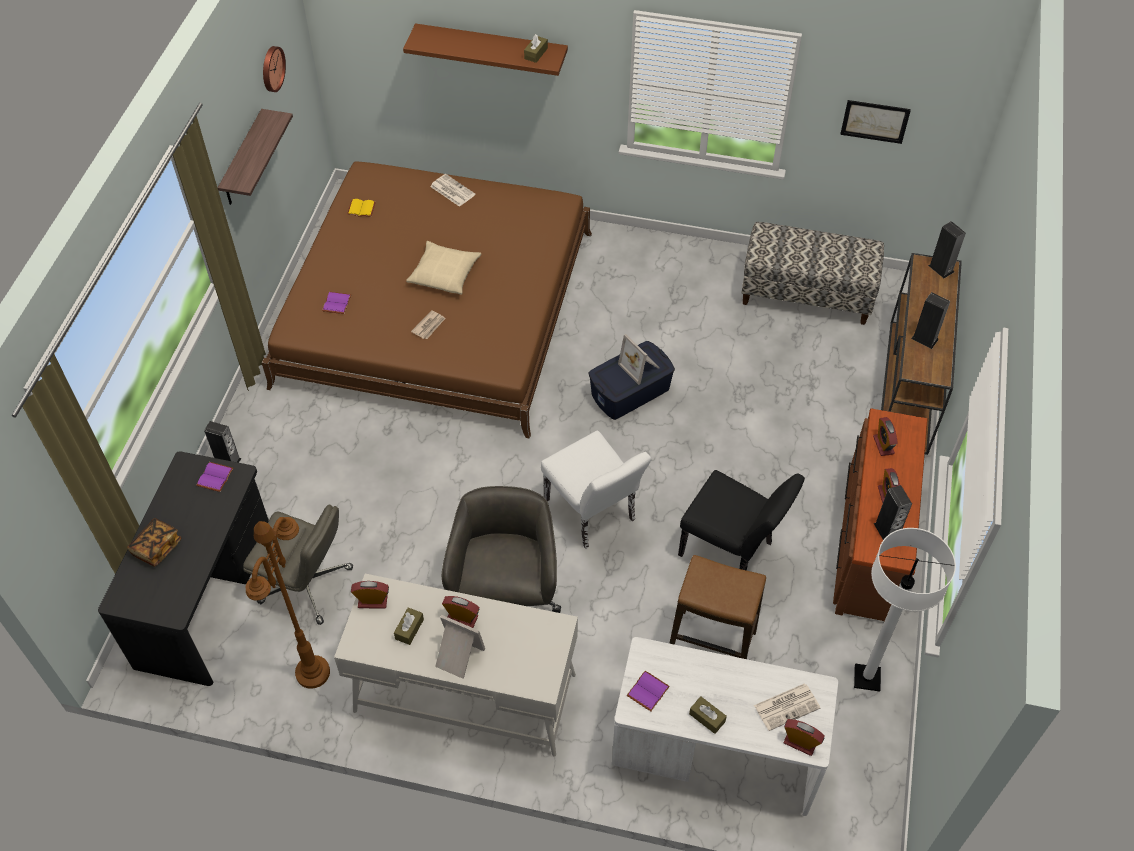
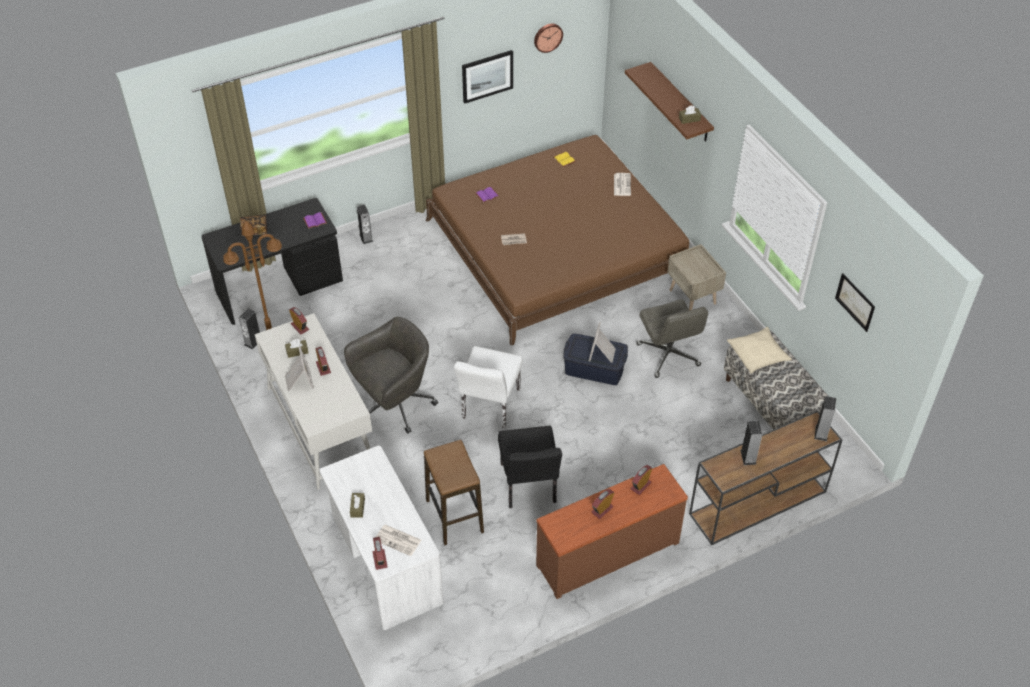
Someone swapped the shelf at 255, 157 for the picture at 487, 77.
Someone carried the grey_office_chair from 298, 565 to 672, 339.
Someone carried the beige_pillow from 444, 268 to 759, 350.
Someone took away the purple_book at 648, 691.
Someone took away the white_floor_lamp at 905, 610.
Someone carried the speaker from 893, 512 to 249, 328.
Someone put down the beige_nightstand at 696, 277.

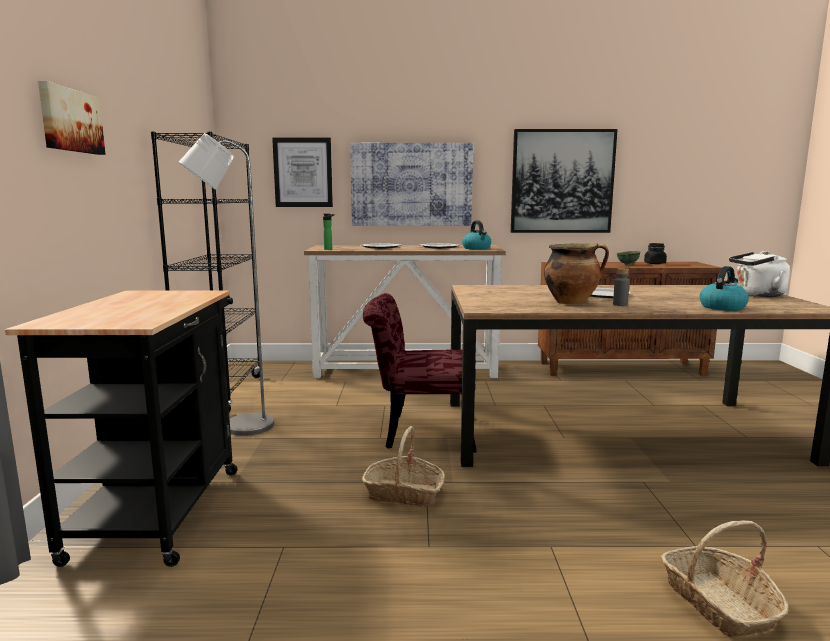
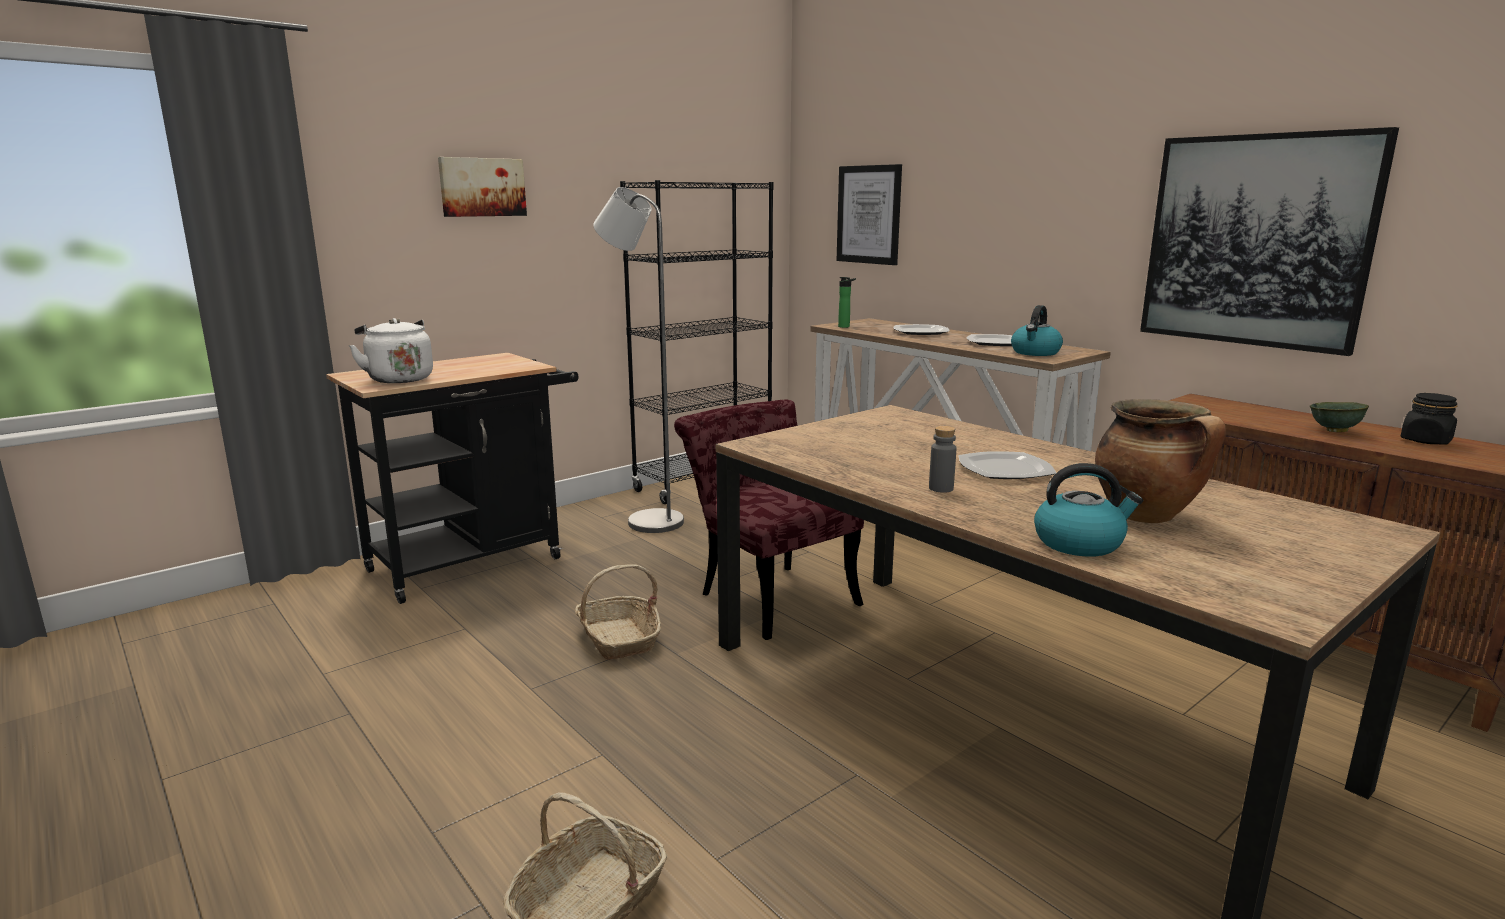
Someone took away the picture at 411, 184.
Someone carried the cooking_pot from 576, 273 to 1160, 461.
Someone carried the white_kettle from 759, 274 to 391, 350.

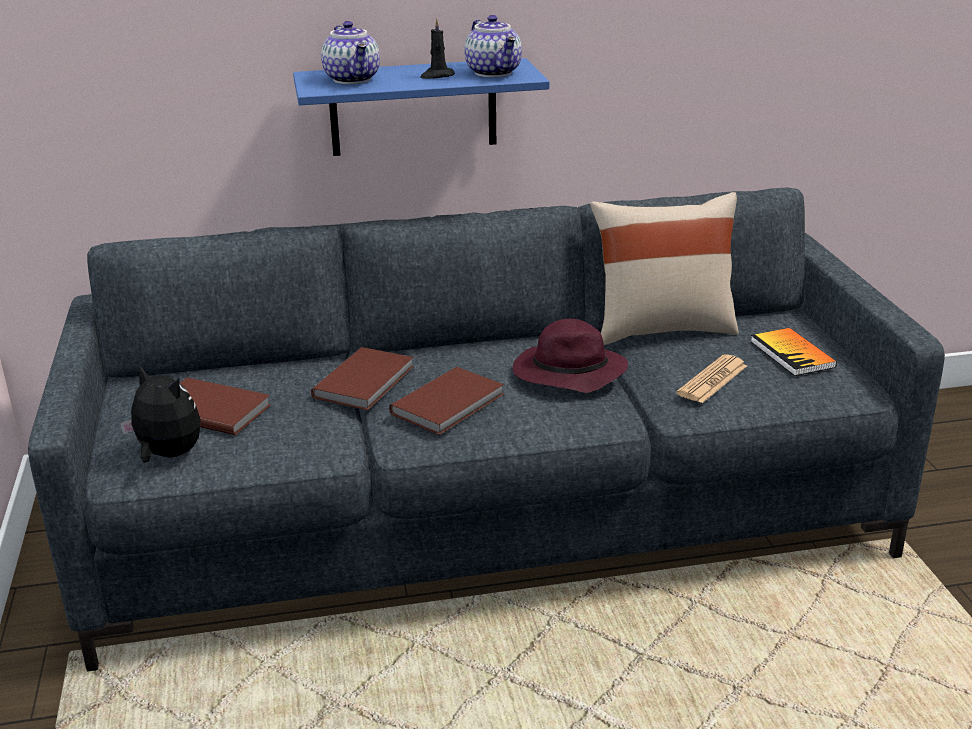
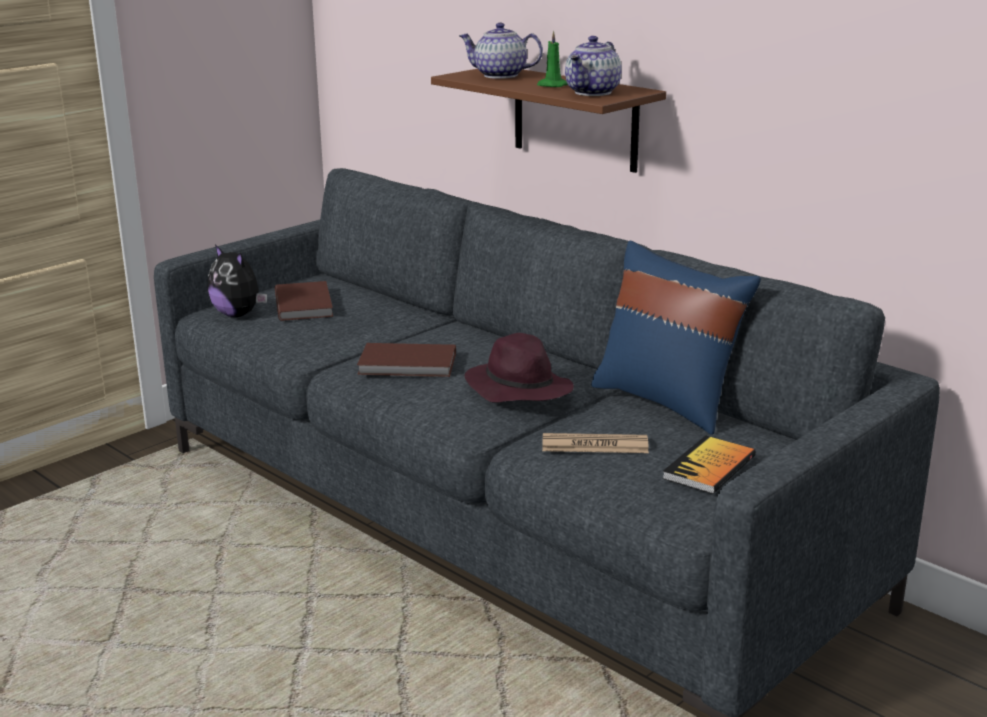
Someone rotated the plush_toy at 160, 414 by 135 degrees clockwise.
Someone repainted the blue_shelf at 421, 107, which became the brown_shelf at 548, 121.
Someone took away the brown_book at 362, 378.
Someone rotated the teapot at 350, 52 by 75 degrees clockwise.
Someone repainted the black_candle at 437, 48, which became the green_candle at 552, 59.
Someone repainted the beige_pillow at 664, 268, which became the blue_pillow at 676, 338.

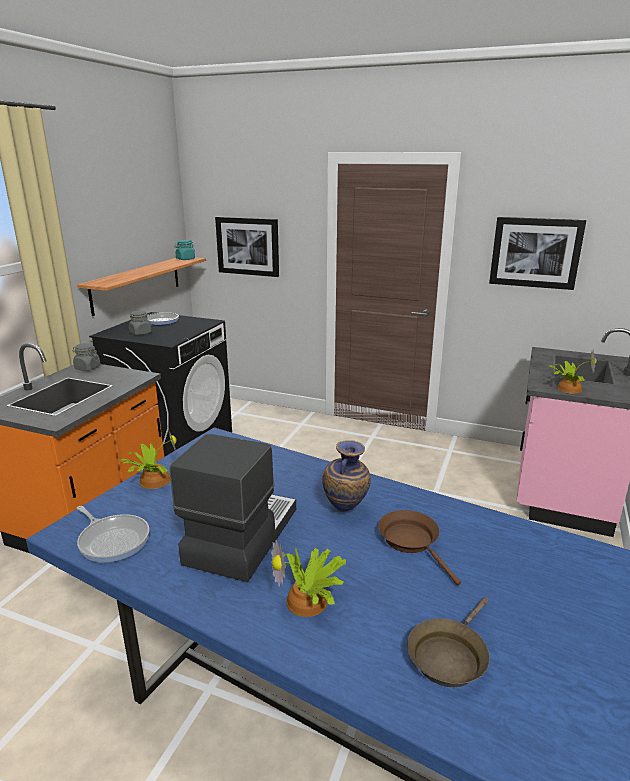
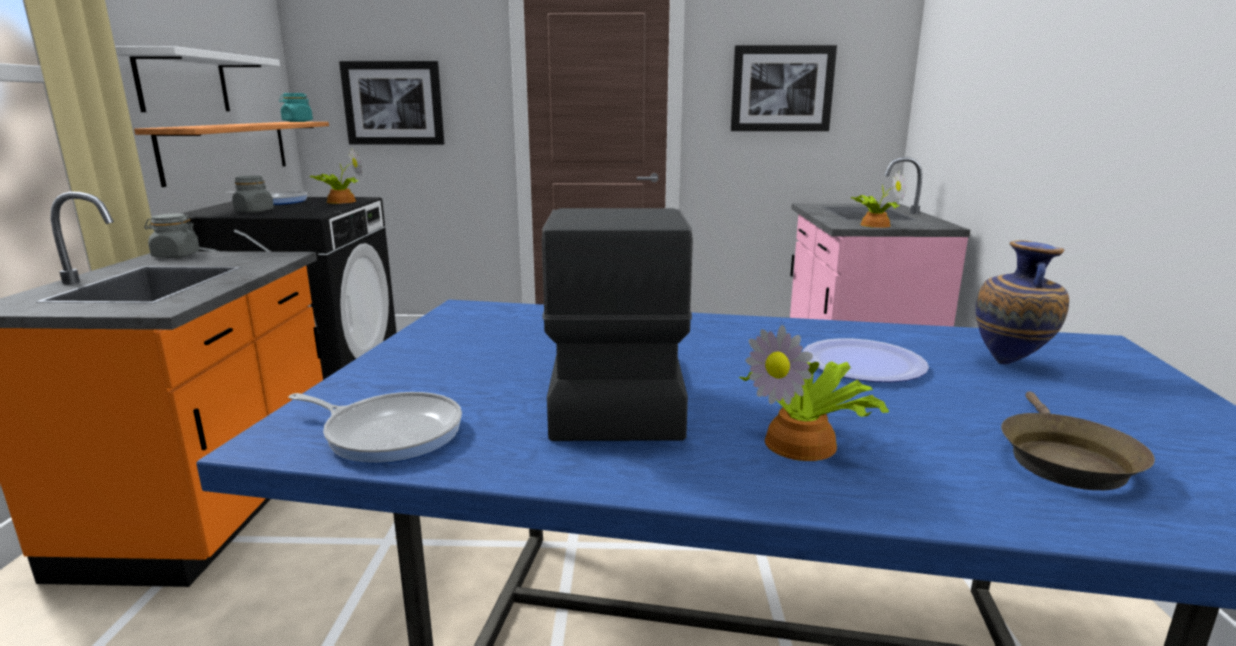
Someone carried the potted_plant from 148, 457 to 336, 176.
Someone carried the vase from 347, 476 to 1022, 302.
Someone swapped the brown_frying_pan at 419, 547 for the plate at 866, 360.
Someone put up the white_shelf at 197, 79.

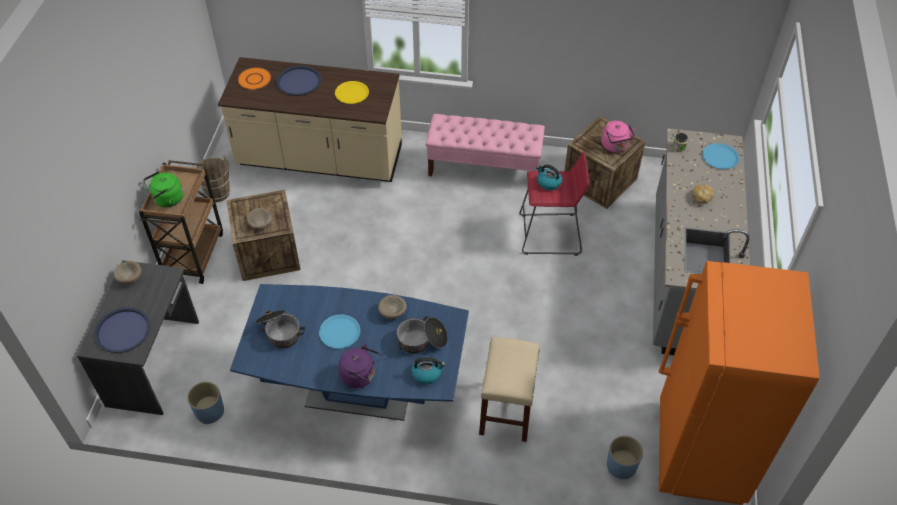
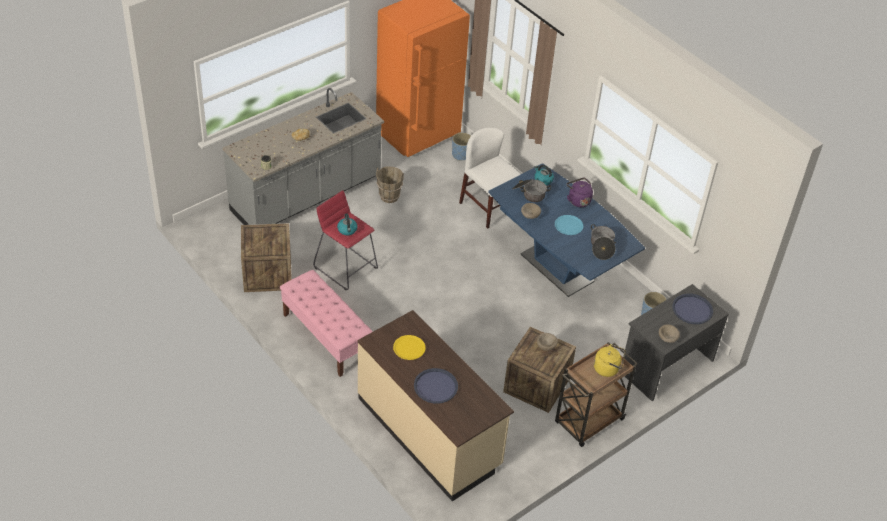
Someone repainted the green_kettle at 163, 189, which became the yellow_kettle at 609, 360.
Someone carried the brown_bucket from 211, 179 to 390, 184.
Someone took away the orange_plate at 254, 78.
Someone swapped the beige_stool at 509, 389 for the white_chair at 490, 178.
Someone took away the pink_kettle at 618, 136.
Someone took away the blue_plate at 720, 156.

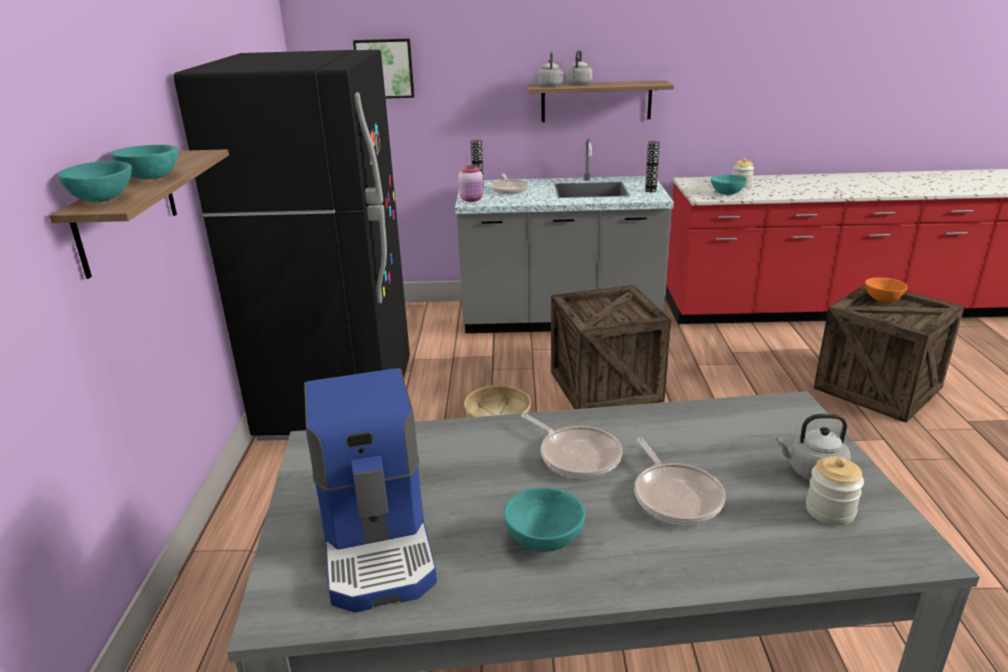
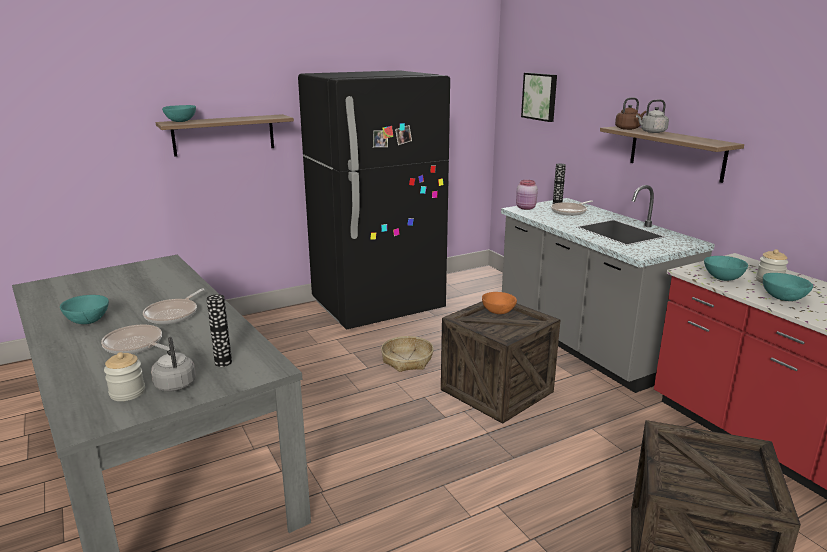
Someone carried the turquoise_bowl from 144, 162 to 788, 287.
Someone took away the coffee_machine at 370, 490.
Someone repainted the grey_kettle at 550, 69, which became the brown_kettle at 630, 114.
Someone rotated the frying_pan at 680, 481 by 75 degrees clockwise.
Someone carried the vase from 652, 166 to 219, 330.
Someone carried the orange_bowl from 886, 290 to 499, 303.

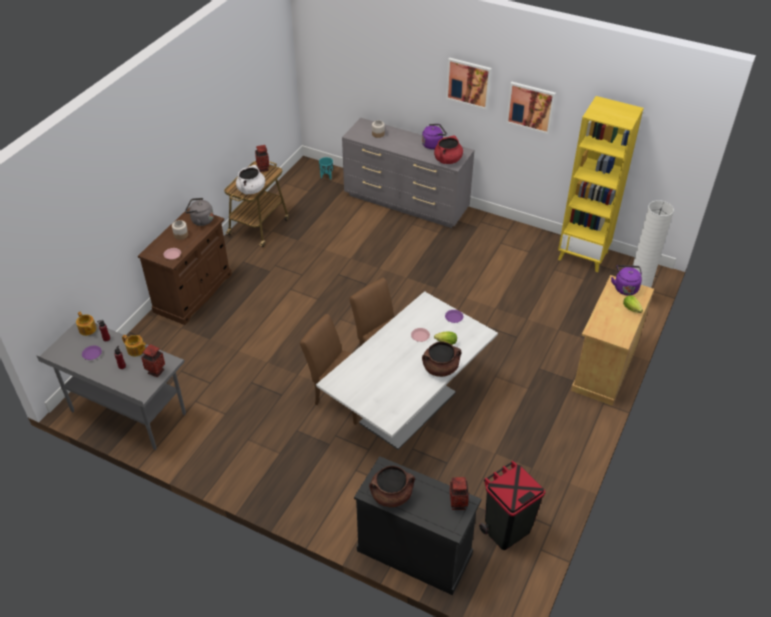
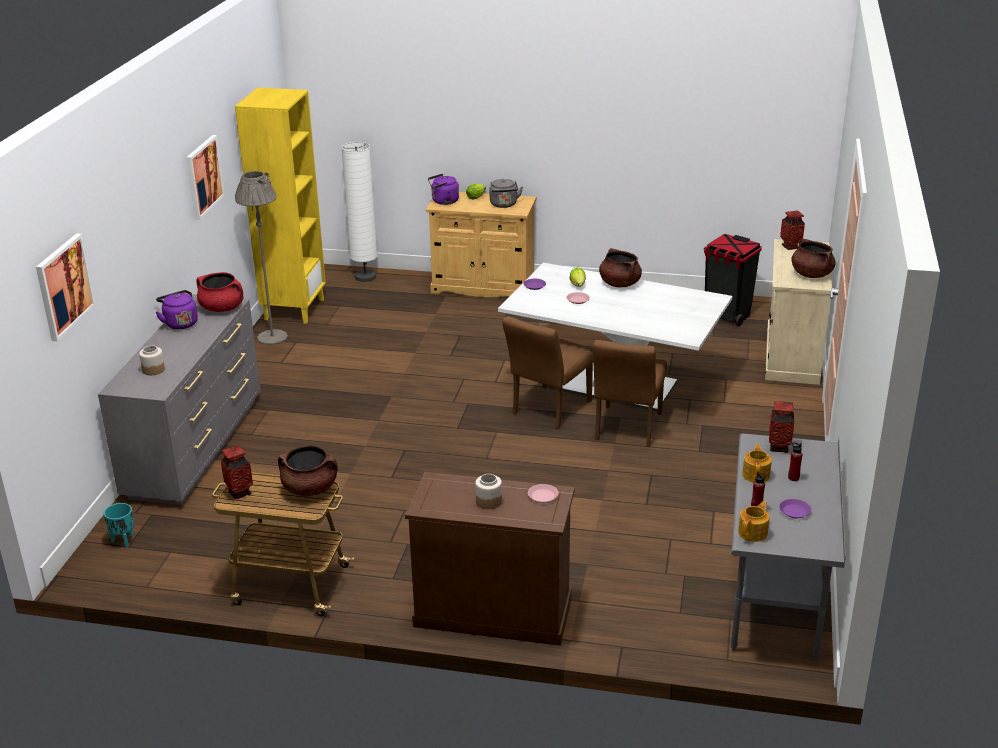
Someone carried the grey_kettle from 199, 212 to 506, 193.
Someone repainted the white_cooking_pot at 250, 179, which became the brown_cooking_pot at 308, 470.
Someone repainted the black_cabinet at 417, 525, which became the beige_cabinet at 798, 312.
Someone carried the picture from 469, 83 to 66, 287.
Someone put down the grey_floor_lamp at 261, 258.

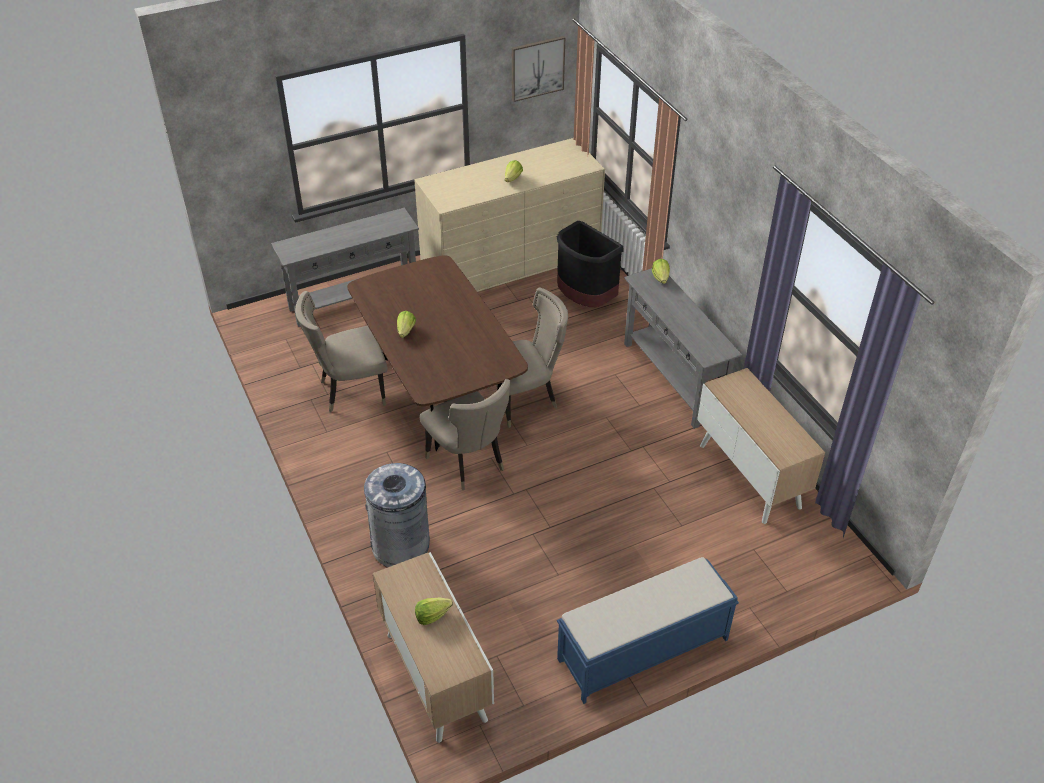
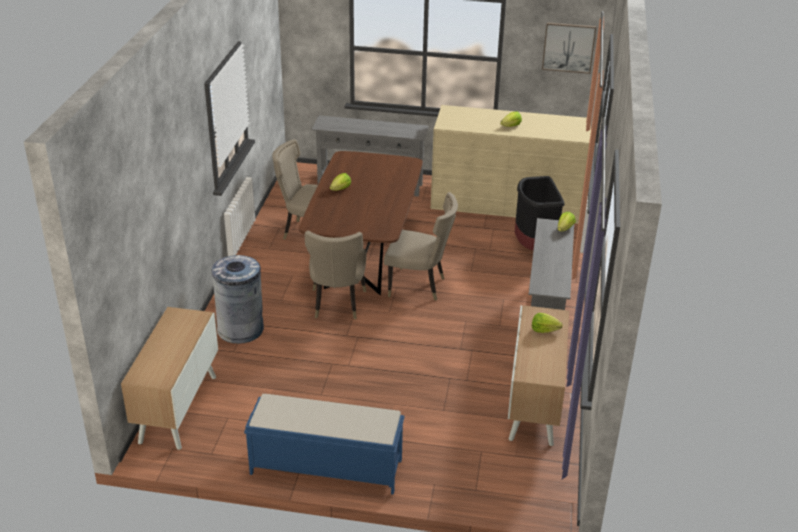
Someone carried the lettuce from 434, 611 to 547, 323.

